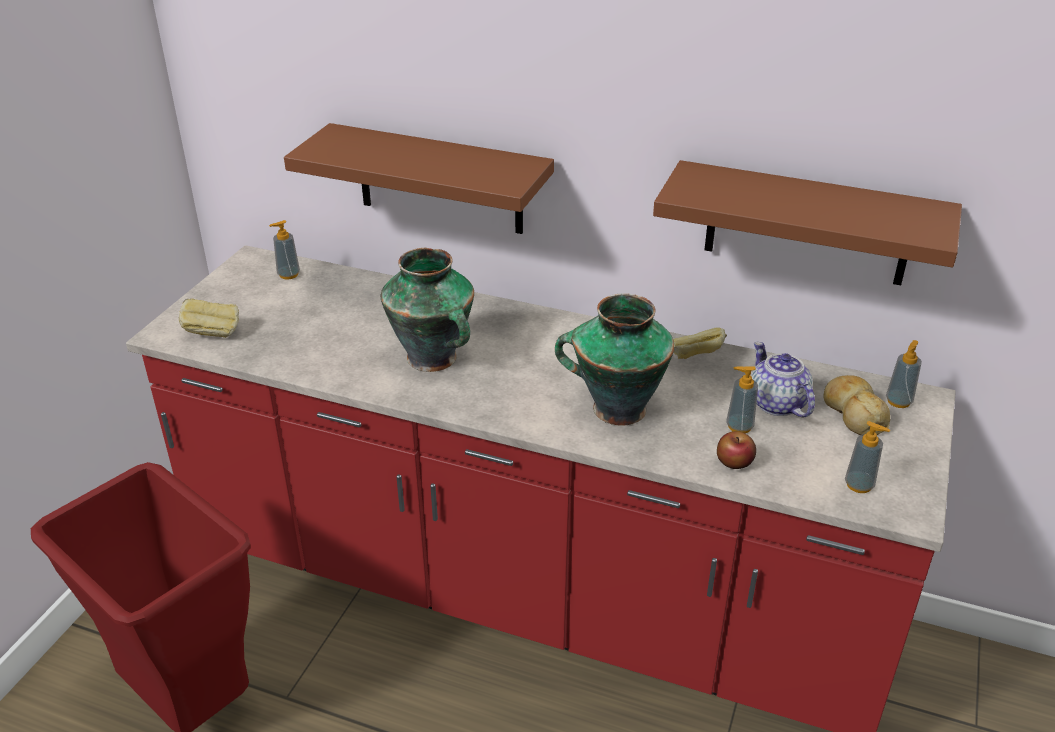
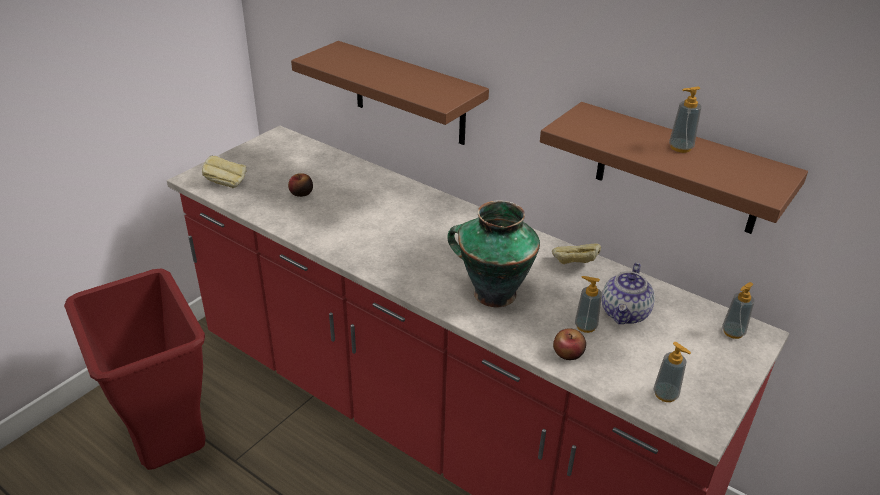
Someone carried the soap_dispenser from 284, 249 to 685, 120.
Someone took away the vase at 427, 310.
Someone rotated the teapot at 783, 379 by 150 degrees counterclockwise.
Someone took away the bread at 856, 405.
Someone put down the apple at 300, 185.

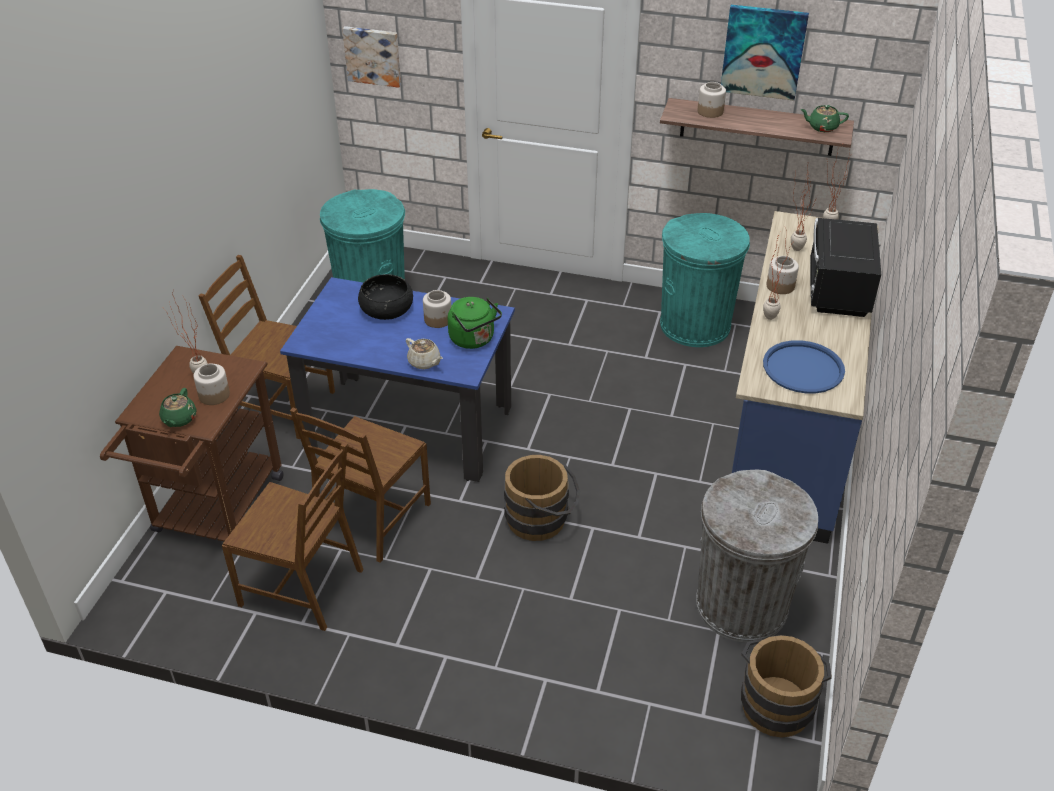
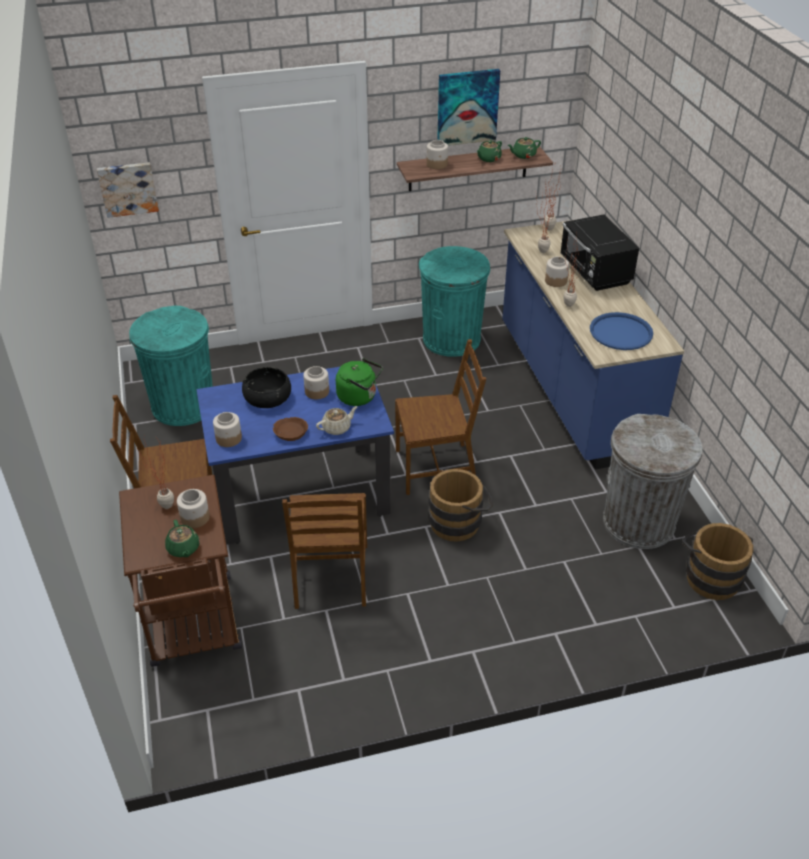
Someone carried the brown_chair from 293, 537 to 440, 417.
Someone rotated the beige_teapot at 424, 353 by 45 degrees counterclockwise.
Someone put down the jar at 227, 429.
Someone put down the brown_bowl at 290, 429.
Someone put down the green_teapot at 489, 151.

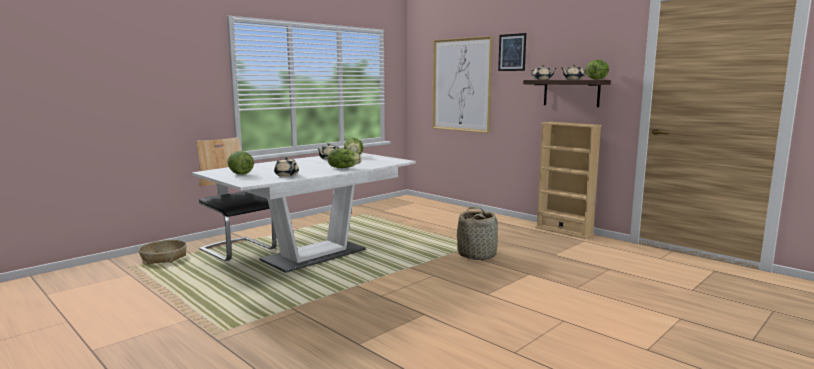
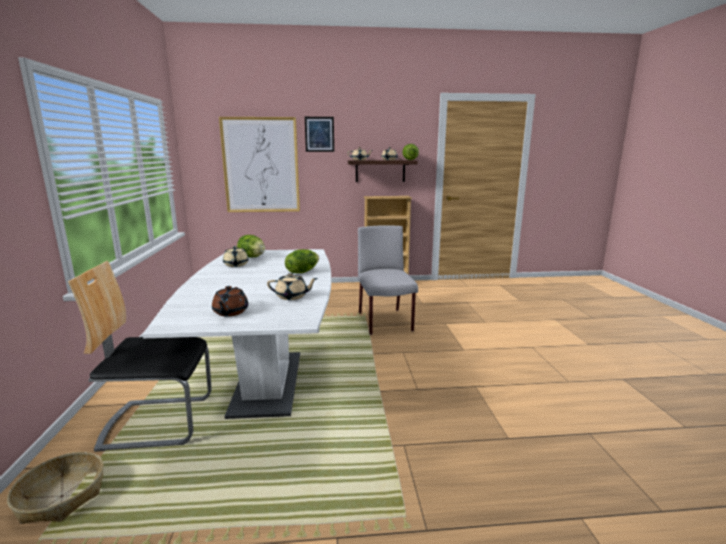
Someone swapped the lettuce at 240, 163 for the brown_teapot at 230, 301.
Someone swapped the basket at 477, 233 for the grey_chair at 388, 280.

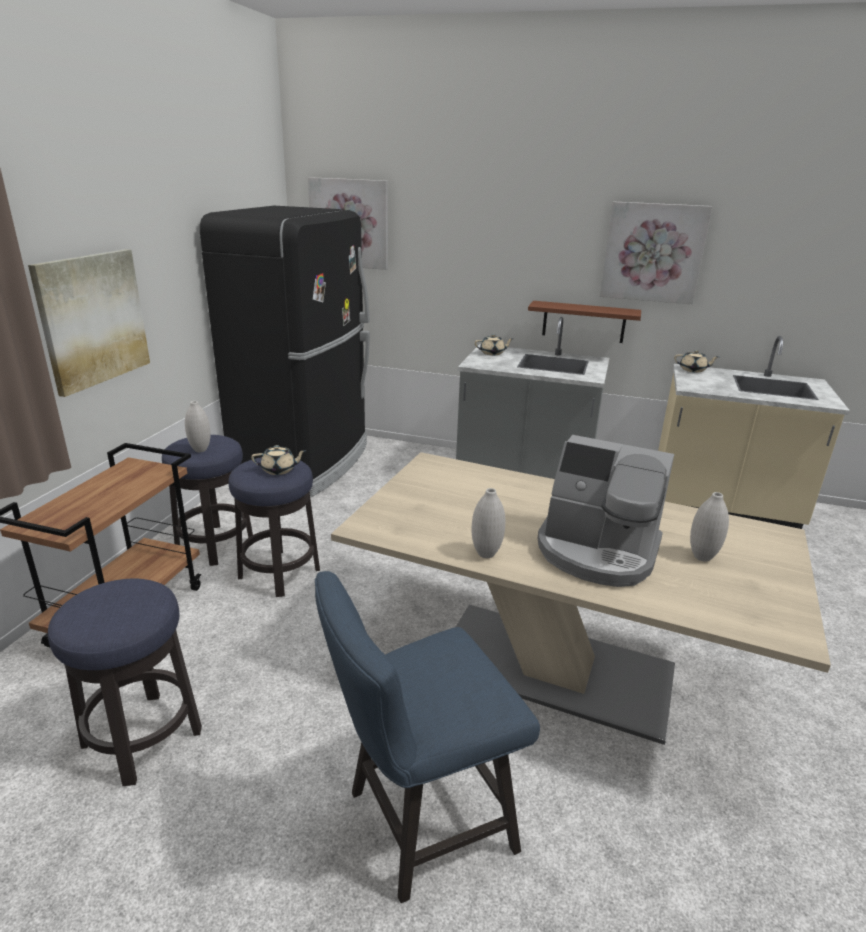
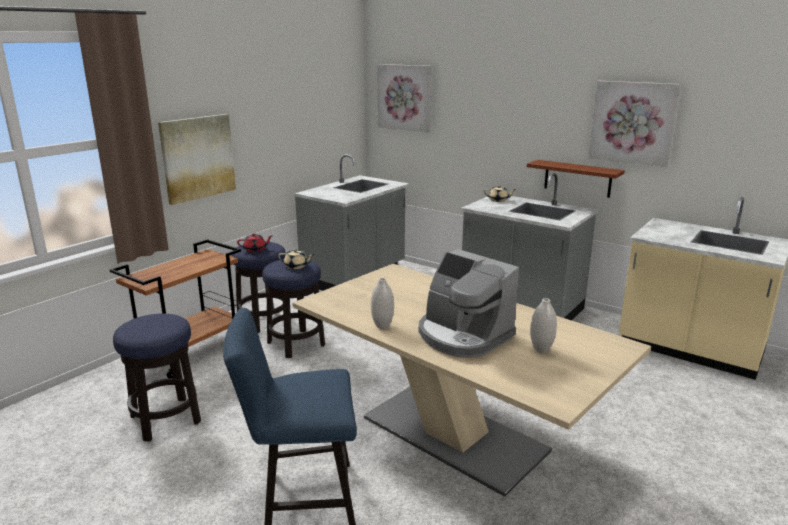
Someone swapped the white_vase at 198, 426 for the red_teapot at 254, 242.
Someone swapped the black_fridge at 285, 351 for the grey_counter at 351, 222.
Someone took away the beige_teapot at 696, 361.

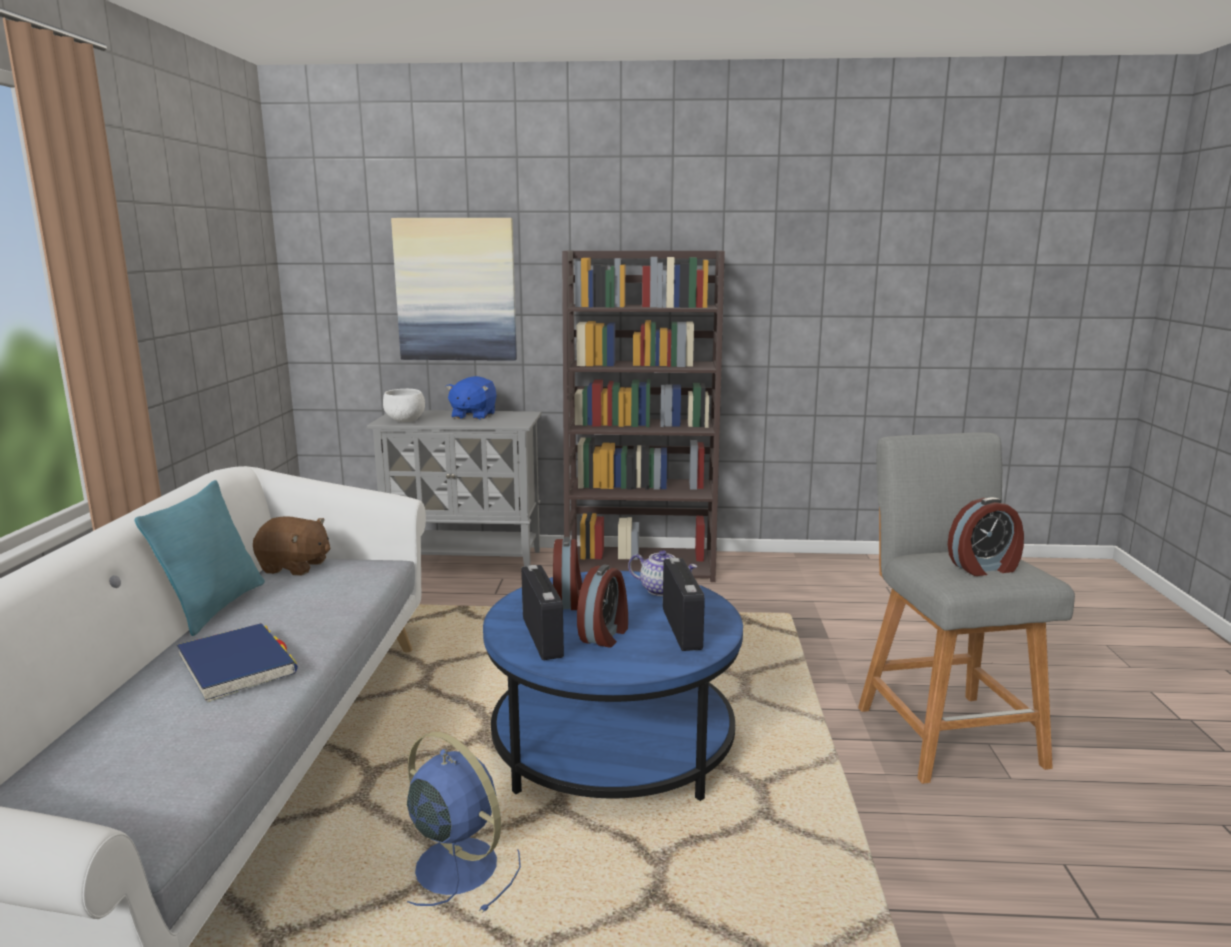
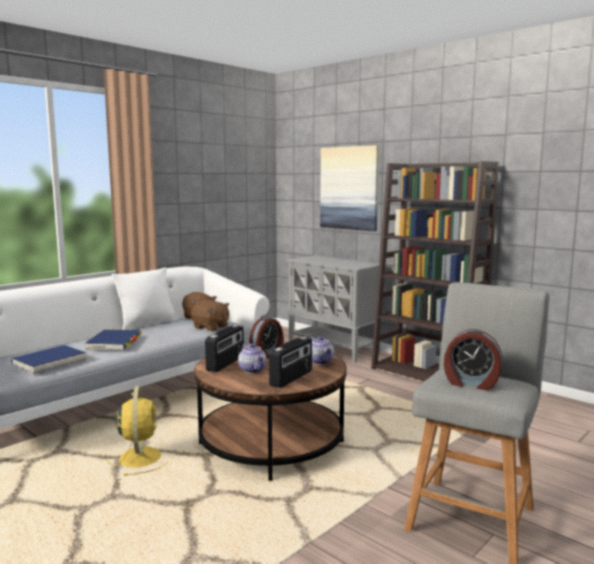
Someone repainted the turquoise_pillow at 200, 558, which became the white_pillow at 144, 298.
Someone took away the white_bowl at 404, 405.
Someone repainted the blue_fan at 464, 822, which became the yellow_fan at 137, 431.
Someone took away the blue_plush_toy at 471, 398.
Someone repainted the blue_coffee_table at 613, 686, which became the brown_coffee_table at 270, 413.
Someone swapped the alarm_clock at 602, 606 for the teapot at 252, 358.
Someone put down the blue_book at 49, 359.
Someone put down the brown_plush_toy at 210, 315.

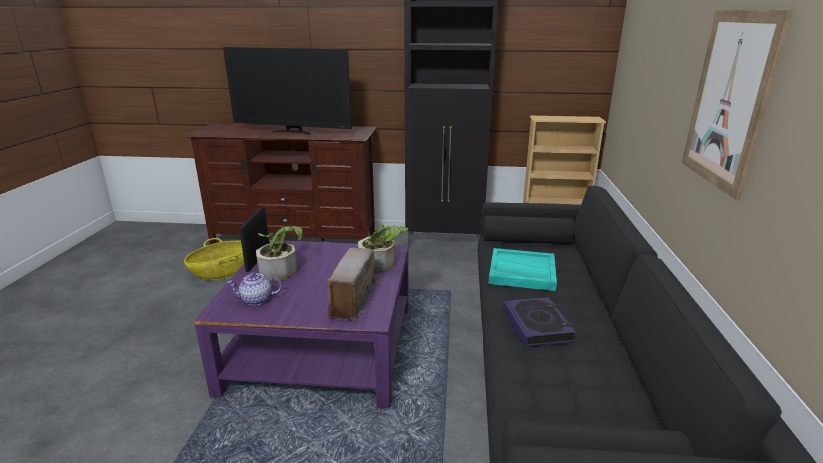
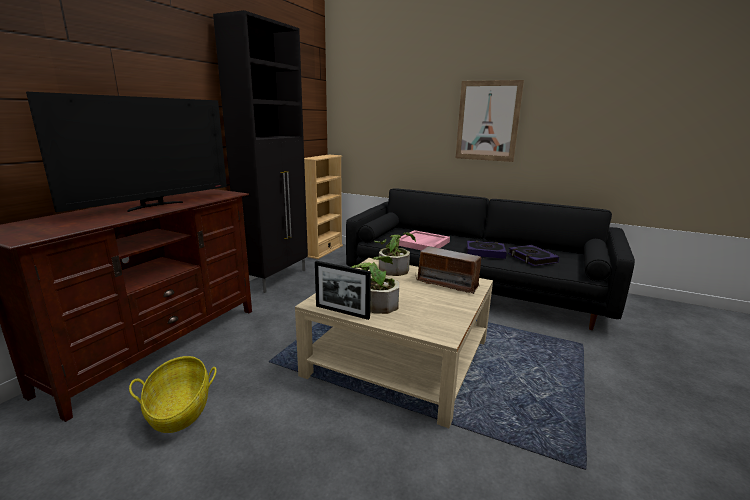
Someone repainted the purple_coffee_table at 301, 324, which became the beige_coffee_table at 394, 343.
Someone took away the teapot at 254, 289.
Someone repainted the turquoise_tray at 523, 269, which became the pink_tray at 424, 240.
Someone put down the book at 533, 255.

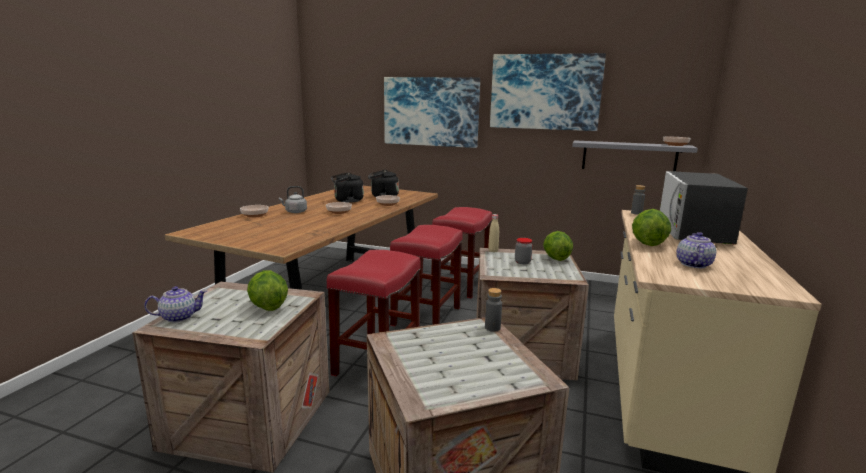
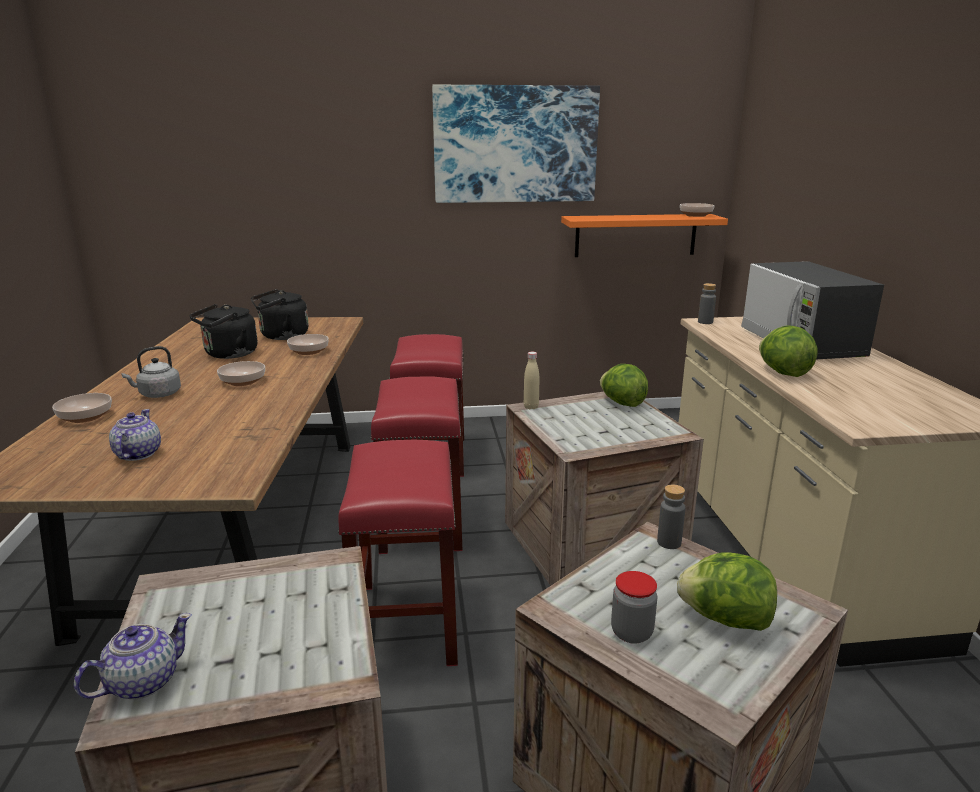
Someone carried the lettuce from 267, 290 to 727, 591.
Someone took away the picture at 432, 112.
Someone carried the jar from 523, 251 to 634, 607.
Someone repainted the grey_shelf at 635, 156, which became the orange_shelf at 644, 235.
Someone carried the teapot from 696, 250 to 135, 435.

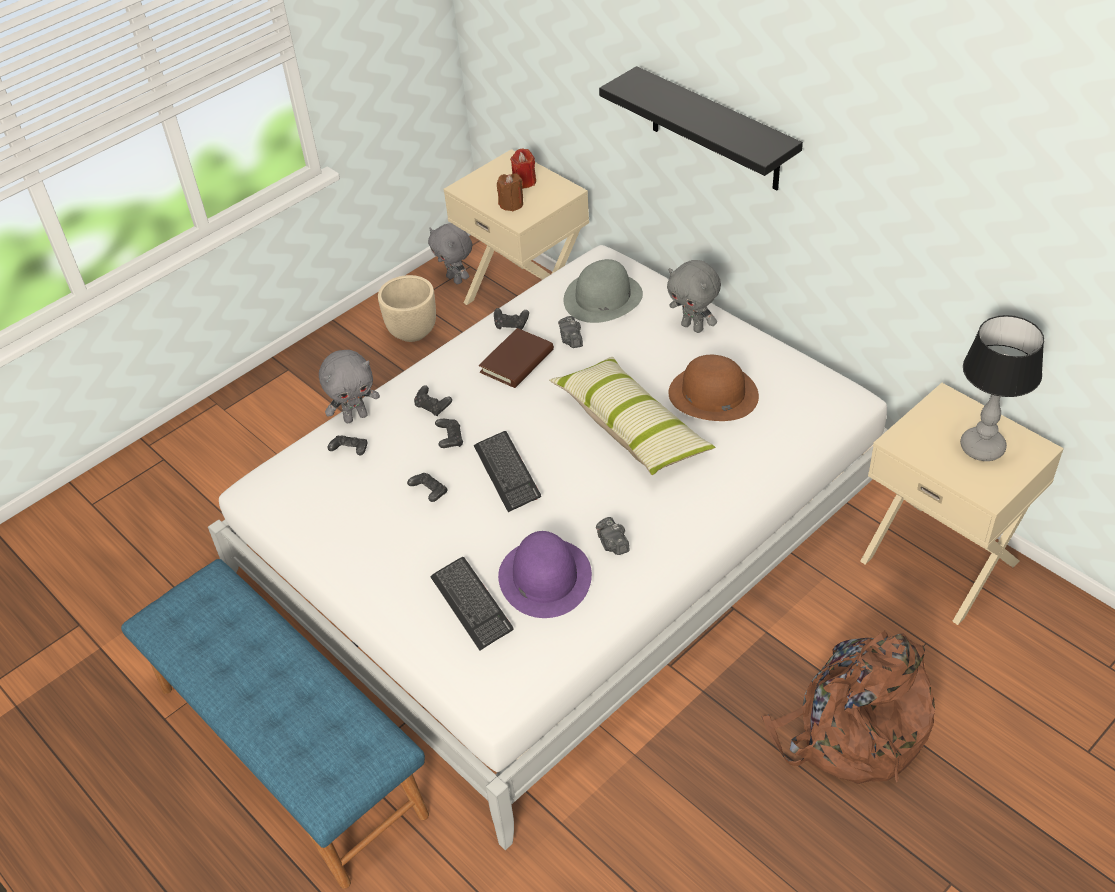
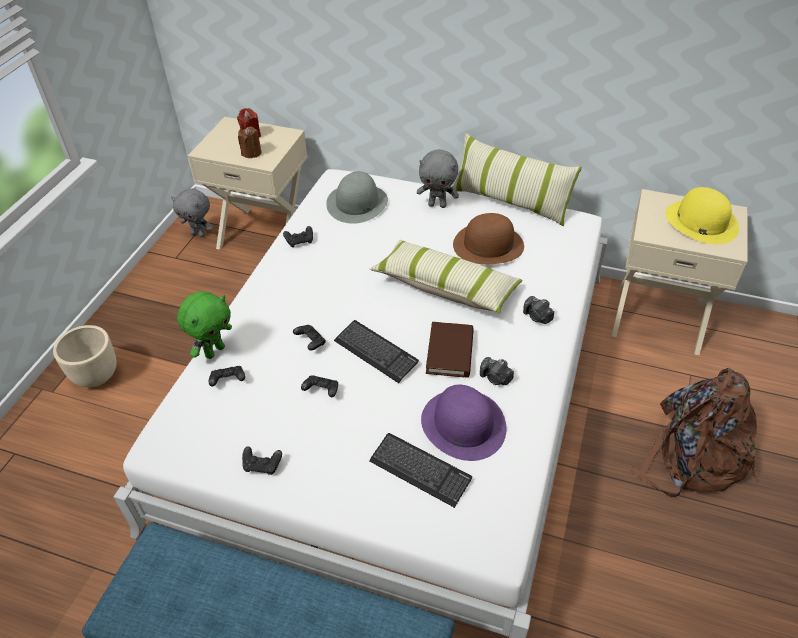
Someone repainted the grey_plush_toy at 349, 386, which became the green_plush_toy at 204, 325.
Someone carried the beige_planter from 407, 308 to 84, 356.
Someone carried the black_game_controller from 433, 400 to 262, 461.
Someone carried the brown_book from 516, 358 to 450, 350.
Someone carried the photo_camera from 570, 332 to 538, 310.
Someone took away the black_shelf at 701, 128.
Someone swapped the table_lamp at 1002, 388 for the yellow_hat at 702, 216.
Someone put down the pillow at 517, 179.

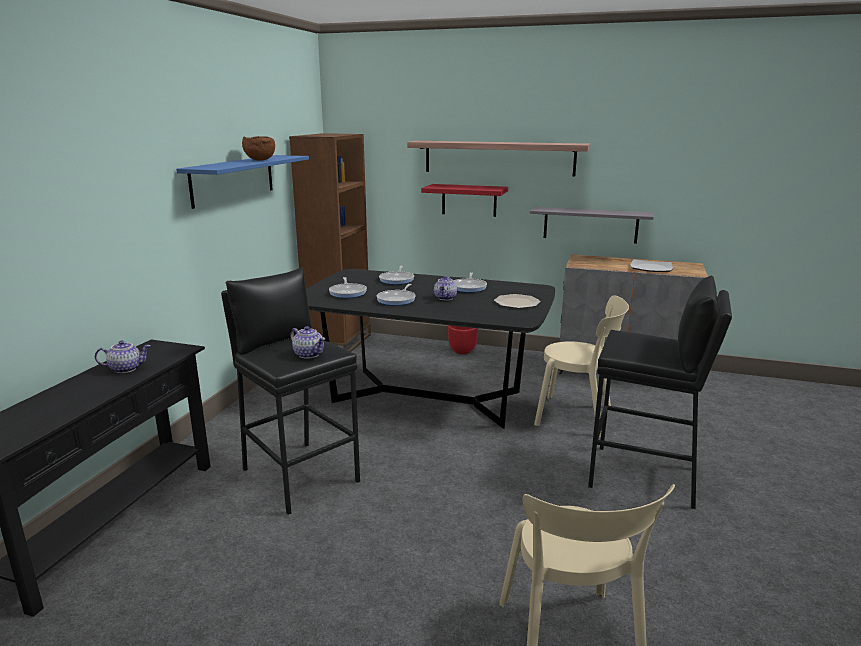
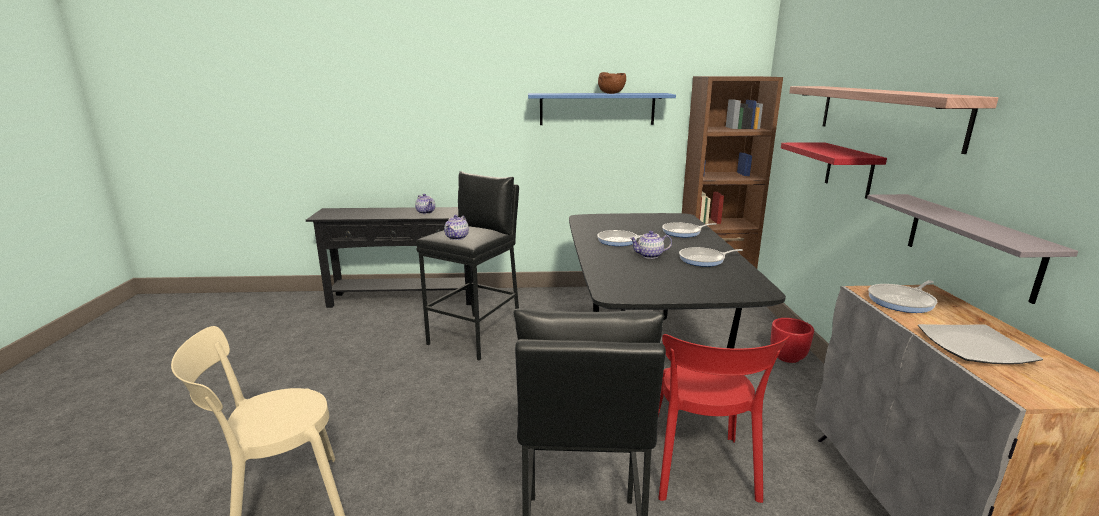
Someone carried the frying_pan from 348, 287 to 902, 296.
Someone took away the plate at 517, 301.
Someone repainted the beige_chair at 581, 366, which became the red_chair at 724, 418.

